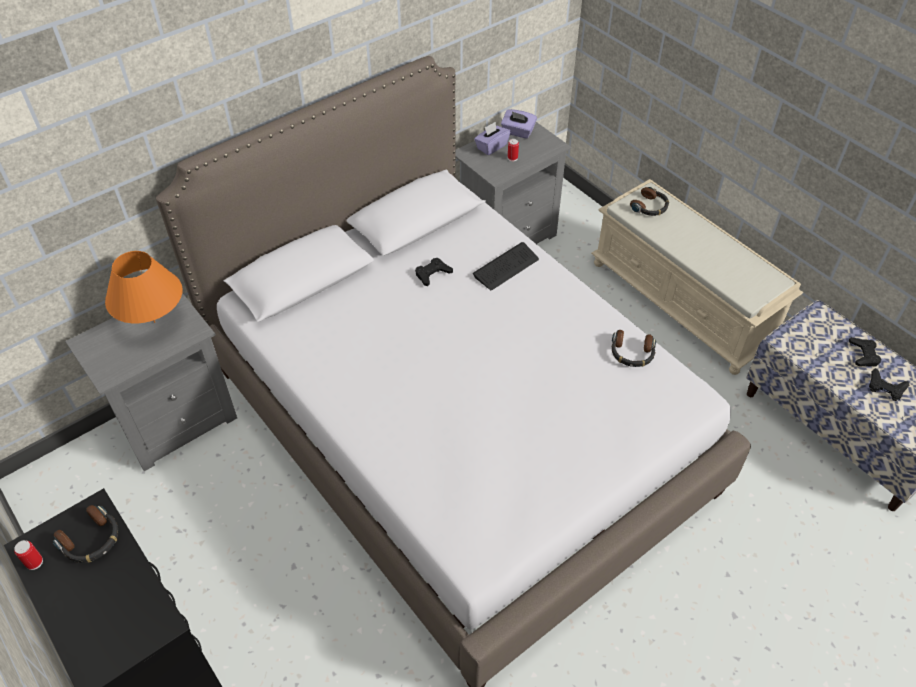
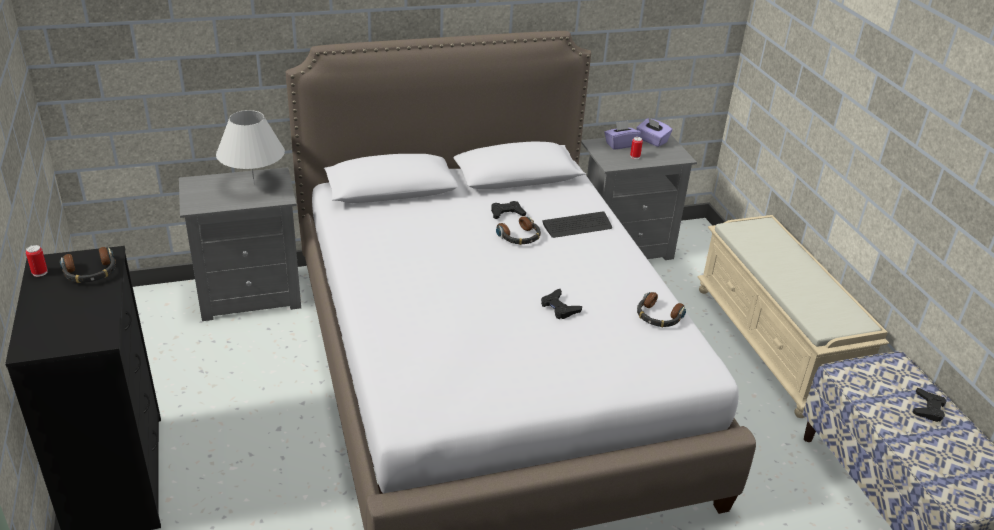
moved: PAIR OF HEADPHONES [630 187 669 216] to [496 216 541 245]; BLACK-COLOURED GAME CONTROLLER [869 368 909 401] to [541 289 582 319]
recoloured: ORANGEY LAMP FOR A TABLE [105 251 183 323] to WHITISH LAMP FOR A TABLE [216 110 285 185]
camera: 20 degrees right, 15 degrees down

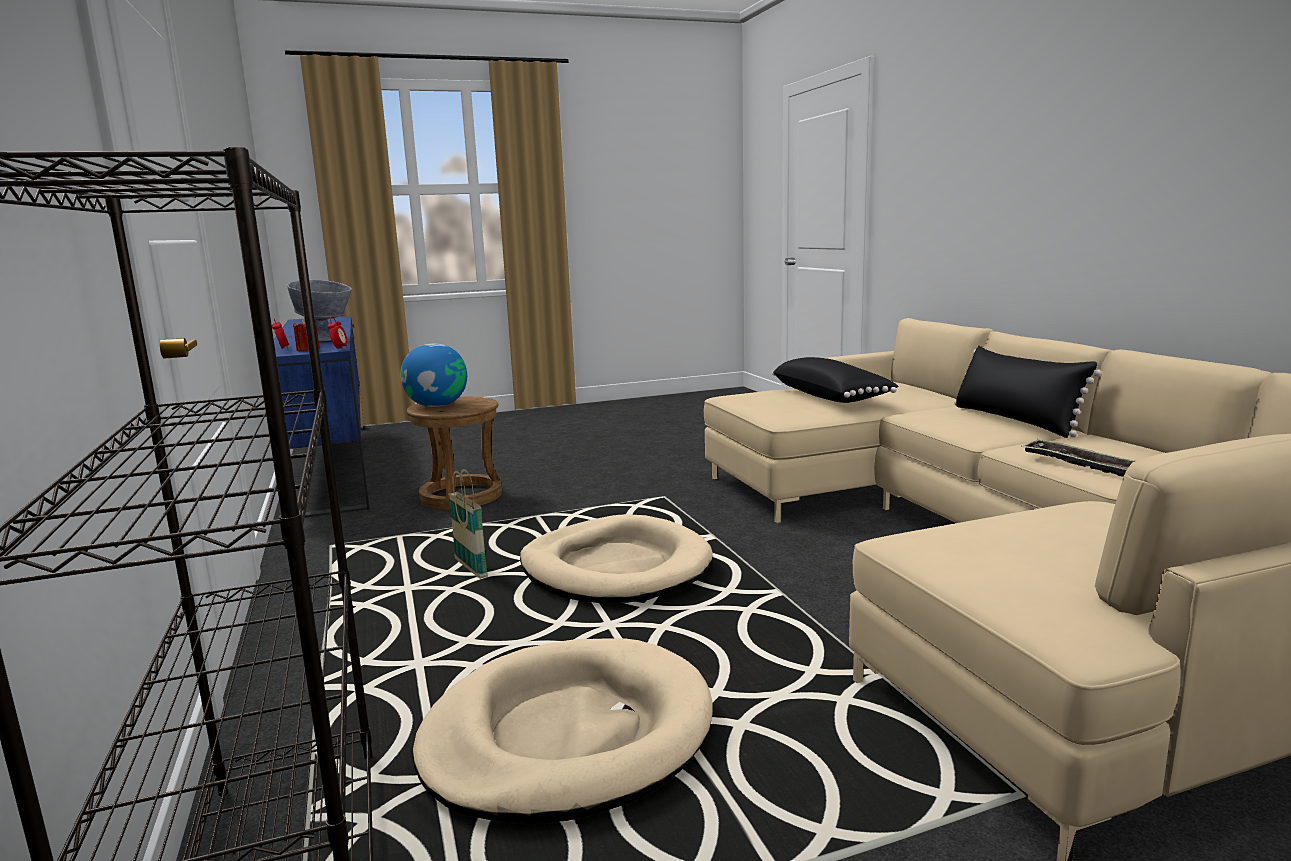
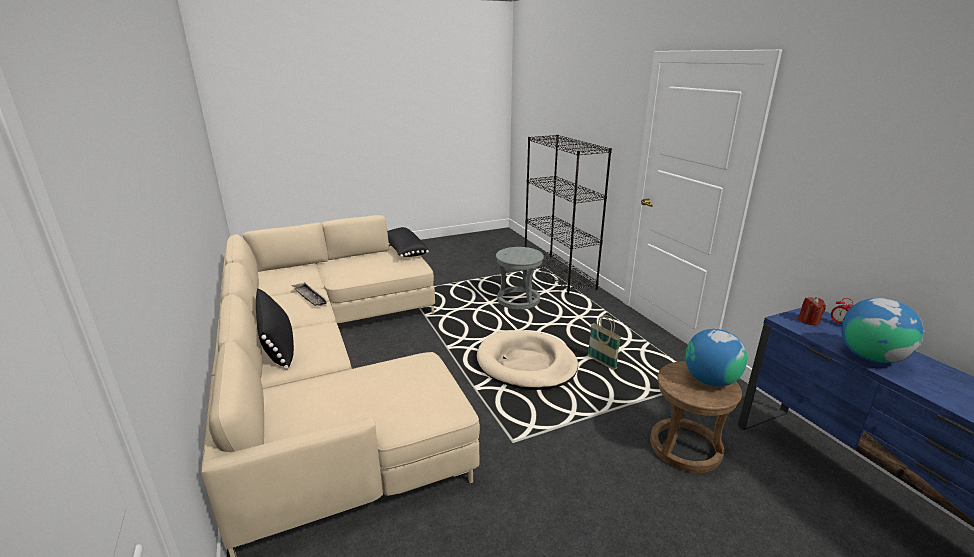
removed: BEDSIDE CLOCK [328 317 348 350]
moved: BLACK-COLOURED CUSHION [772 357 899 403] to [387 227 429 257]
replaced: GRAY SERVING BOWL [287 280 352 341] to WORLD GLOBE [841 298 923 363]; SAND-COLOURED DOG CUSHION [413 638 713 824] to GRAY SITTING STOOL [496 247 544 310]
camera: 175 degrees right, 10 degrees up

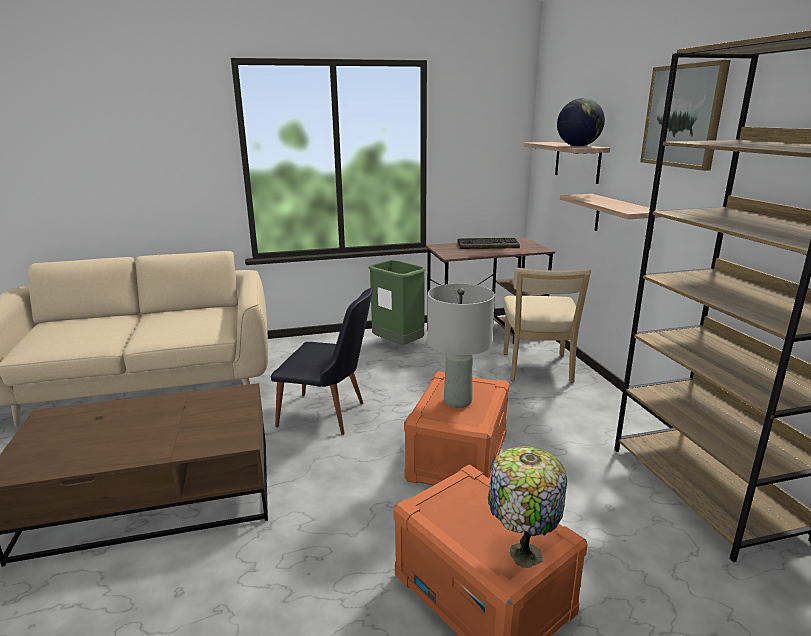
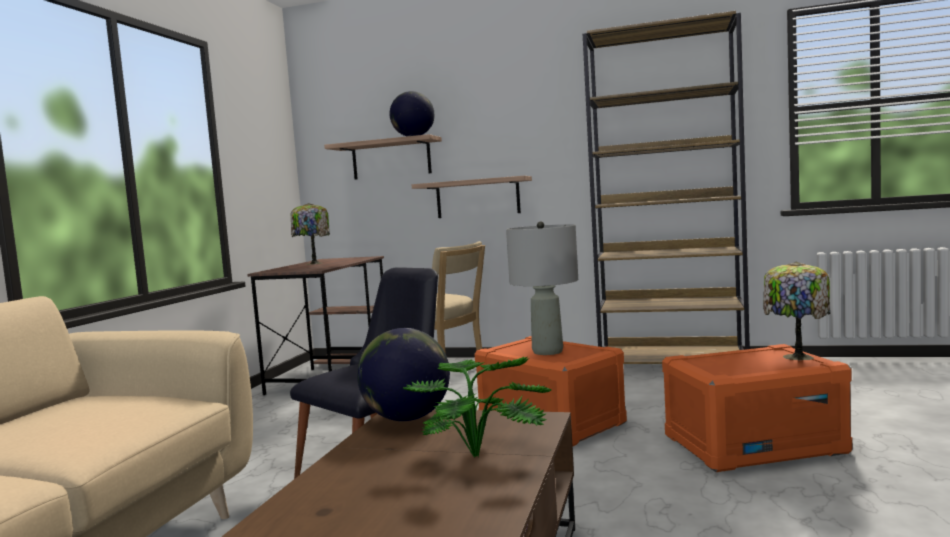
removed: GREEN-COLOURED WASTE BIN [369 260 426 345]; WALL PICTURE [640 60 731 171]
added: WORLD GLOBE [357 328 450 421]; POTTED PLANT [403 357 551 457]
replaced: PC KEYBOARD [457 238 520 249] to LAMP FOR A TABLE [290 203 330 265]
camera: 60 degrees left, 15 degrees down

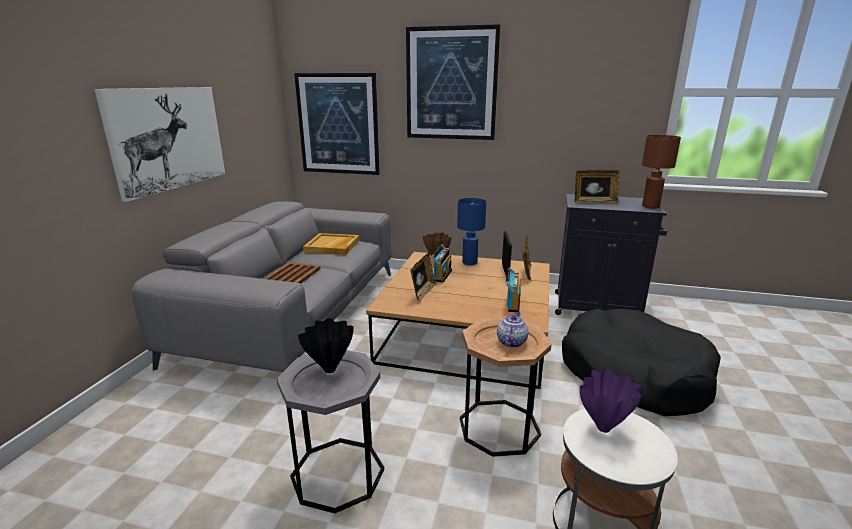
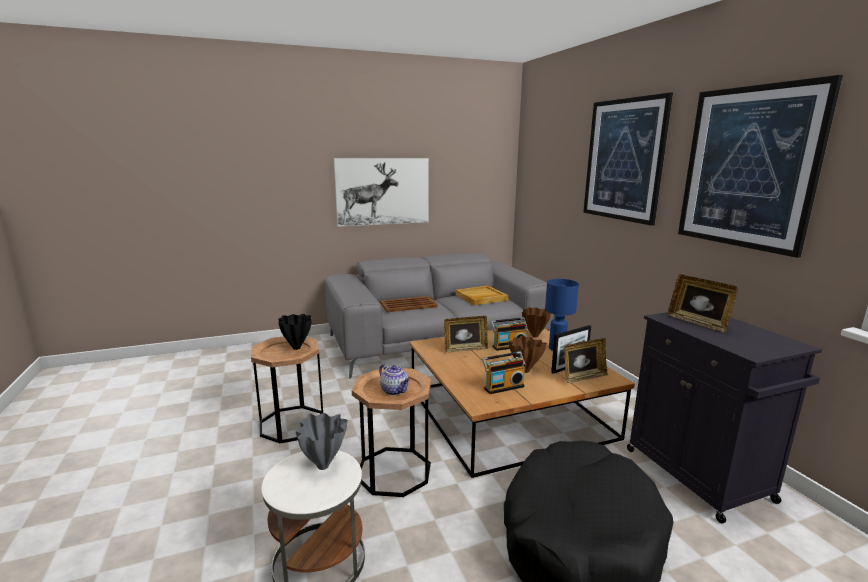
removed: BROWNISH LAMP FOR A TABLE [642 135 681 209]
added: BROWNISH FLOWER VASE [509 336 547 373]
moved: WALL PICTURE [294 73 380 175] to [678 75 843 258]
recoloured: GRAY END TABLE [277 350 384 513] to BROWNISH END TABLE [251 336 323 443]; PURPLE-COLOURED FLOWER VASE [580 369 642 433] to GRAY FLOWER VASE [295 413 347 470]
turned: POT FOR TEA [497 312 529 348] = [379 364 410 395] 60 degrees clockwise
camera: 55 degrees right, 5 degrees down

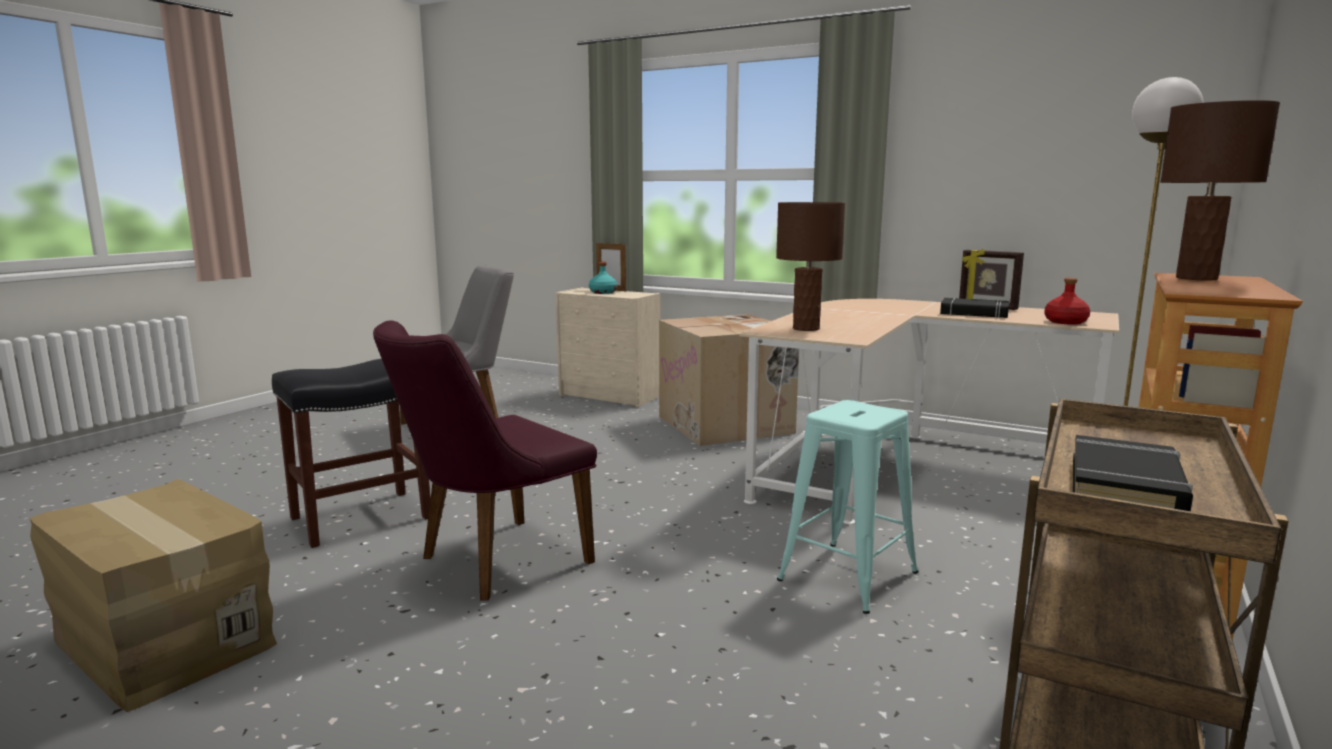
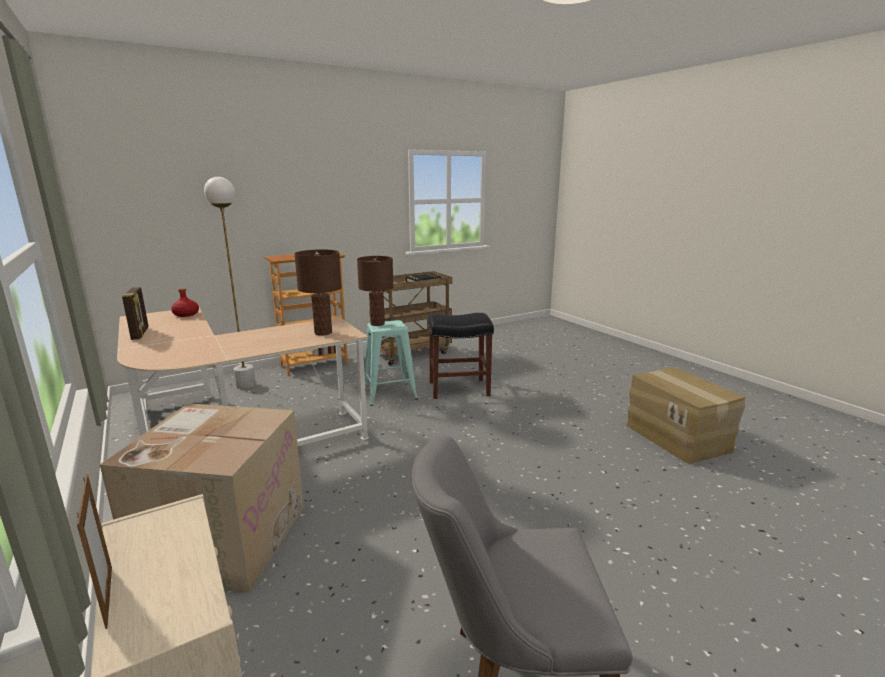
removed: PURPLE-COLOURED UPRIGHT CHAIR [373 320 597 601]; BLUE-GREEN BEVERAGE BOTTLE [589 262 617 294]; BLACK-COLOURED VOLUME [940 298 1009 318]
moved: BLACK-COLOURED SITTING STOOL [272 359 431 548] to [428 313 494 399]; BROWNISH LAMP FOR A TABLE [1160 100 1280 281] to [357 256 393 326]
camera: 150 degrees left, 5 degrees up

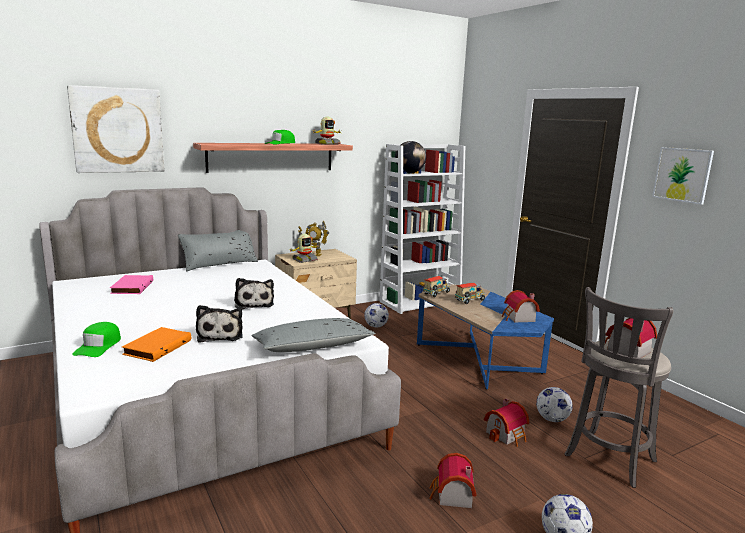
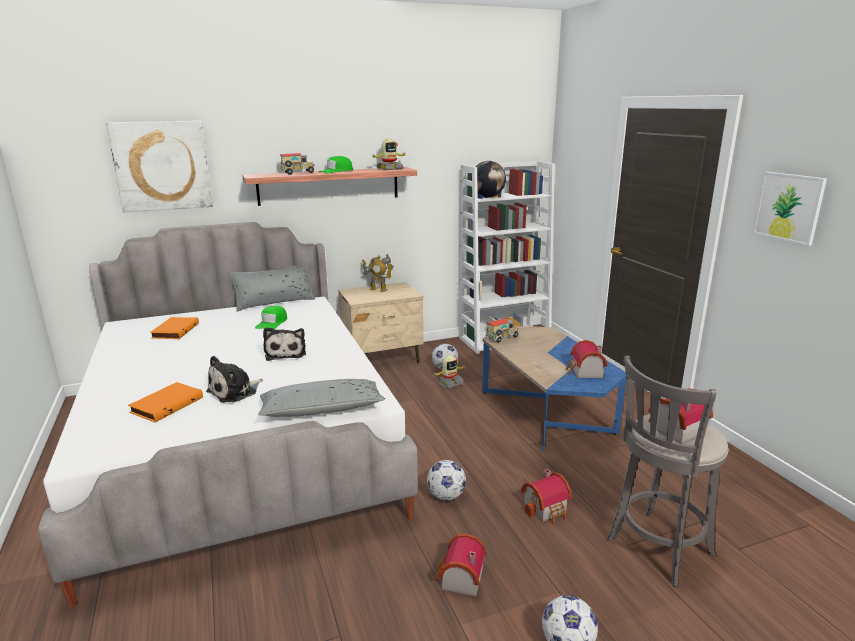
moved: GREEN-COLOURED PEAKED CAP [72 322 121 357] to [255 305 287 329]; ROBOT FIGURE [289 234 320 263] to [434 355 465 389]; TOY LORRY [454 283 487 304] to [280 153 315 175]; FOOTBALL [536 387 573 422] to [427 460 466 501]
recoloured: PINKISH VOLUME [110 275 153 294] to ORANGEY VOLUME [150 317 199 339]
turned: SOFT TOY [196 305 243 342] = [206 356 263 403] 45 degrees clockwise
camera: 10 degrees right, 5 degrees up

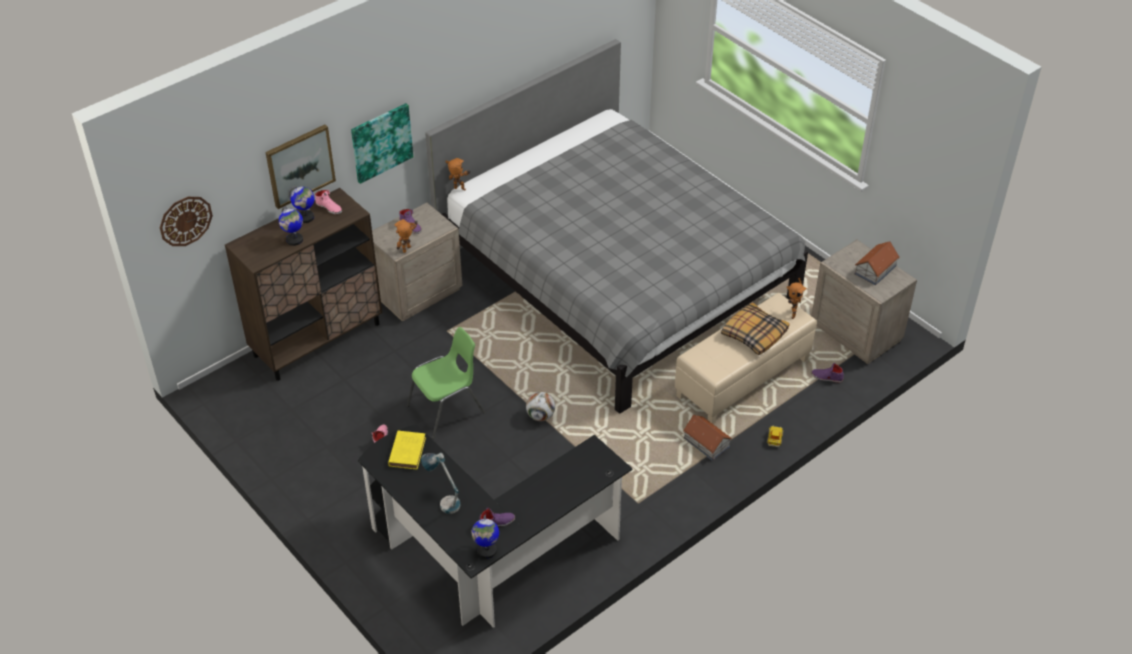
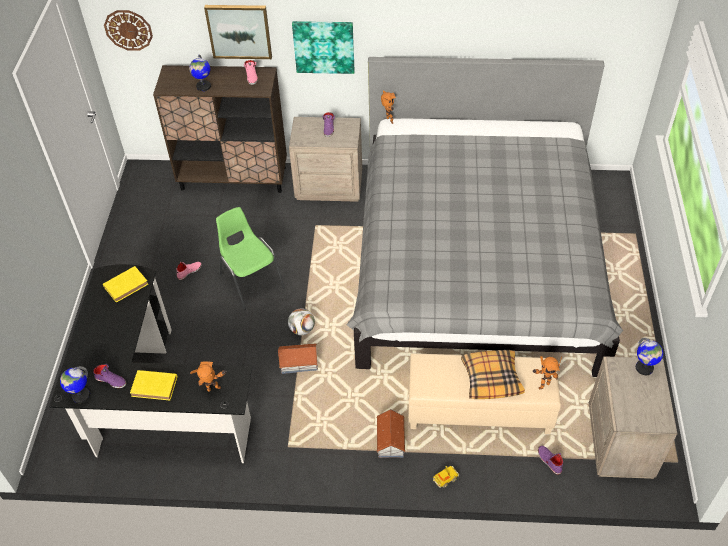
removed: LAMP FOR A TABLE [421 453 460 514]
added: YELLOWISH VOLUME [130 370 177 400]
moved: WORLD GLOBE [288 185 314 223] to [636 338 663 375]; ROBOT FIGURE [394 219 418 253] to [190 361 227 392]; TOY HOUSE [855 241 900 285] to [278 344 318 374]
turned: GREEN-COLOURED UPRIGHT CHAIR [407 327 485 439] = [216 207 285 309] 135 degrees counterclockwise
camera: 45 degrees right, 5 degrees up

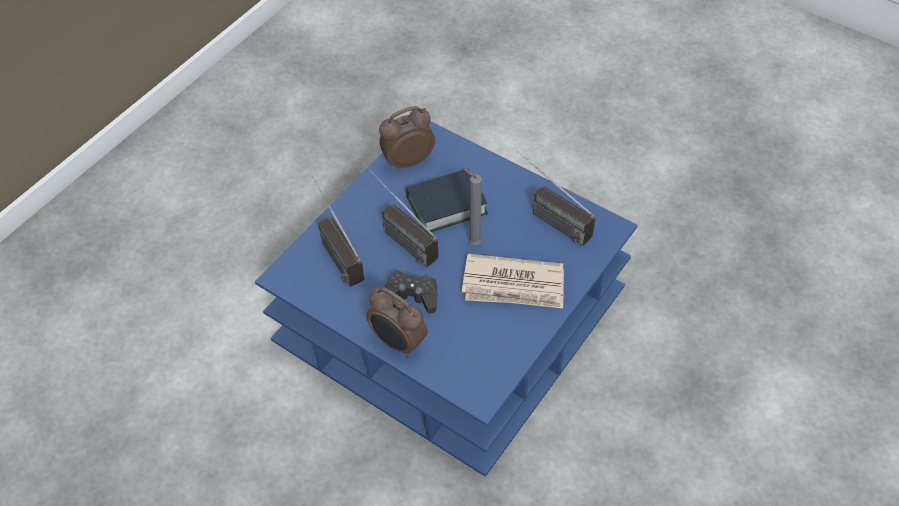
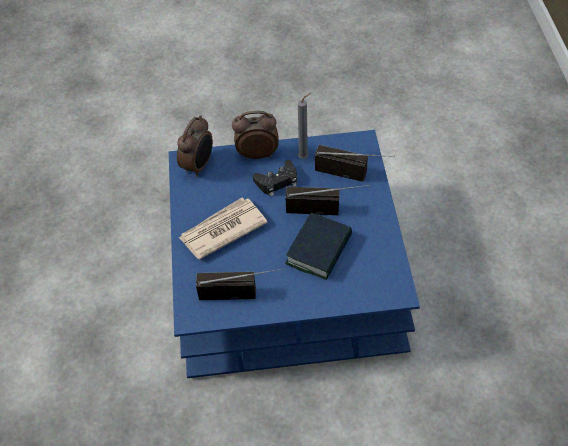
moved: BEDSIDE CLOCK [379 106 435 171] to [177 115 213 177]; GRAY CANDLE [464 168 482 245] to [298 93 311 159]
camera: 140 degrees right, 0 degrees up

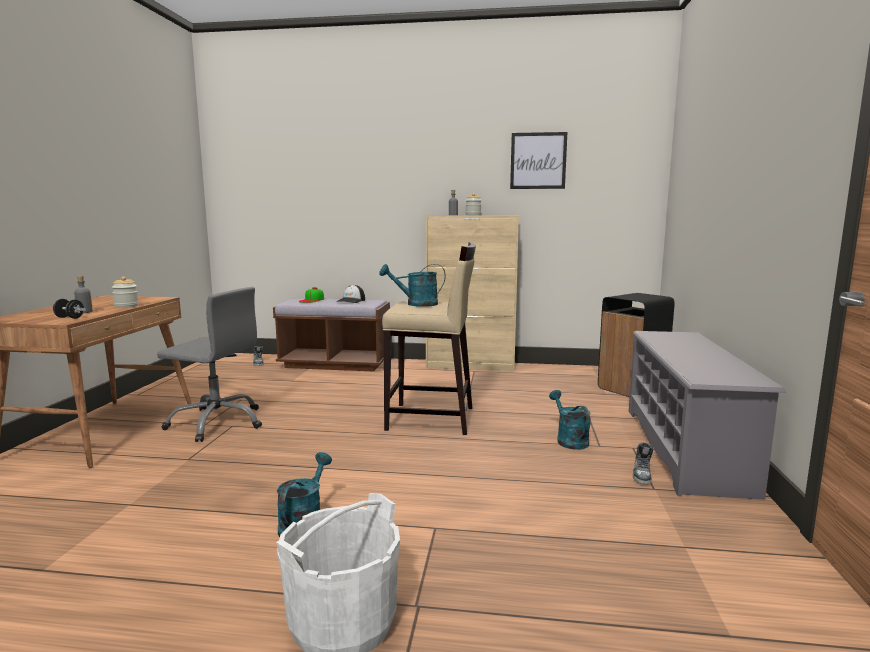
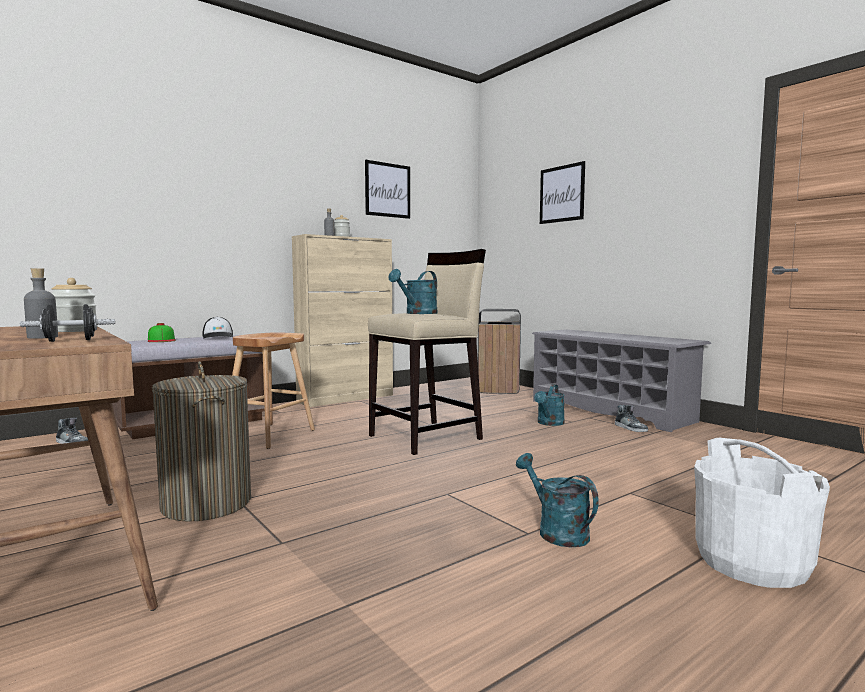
added: BROWNISH SITTING STOOL [232 332 315 449]; WALL PICTURE [540 161 585 224]
replaced: GRAY OFFICE CHAIR [157 287 262 442] to WASHING BASKET [152 361 251 522]
turned: BLUE-GREEN SPRINKLING CAN [549 390 591 450] = [534 384 565 426] 90 degrees counterclockwise
camera: 45 degrees left, 5 degrees down

